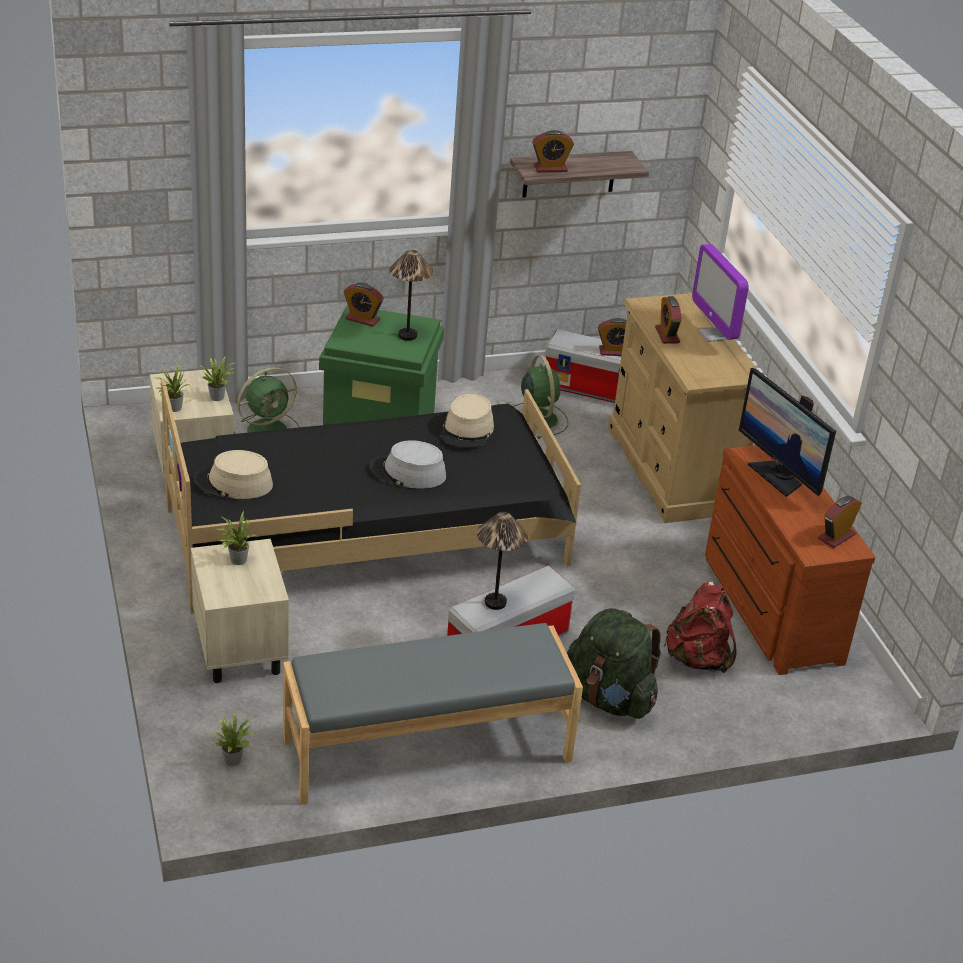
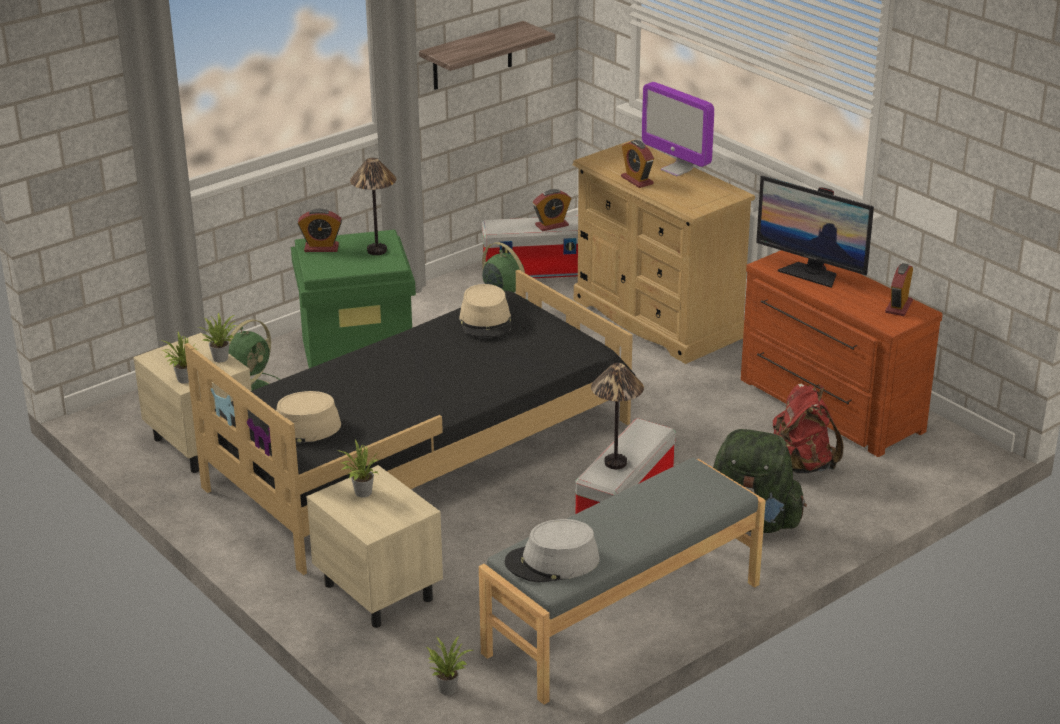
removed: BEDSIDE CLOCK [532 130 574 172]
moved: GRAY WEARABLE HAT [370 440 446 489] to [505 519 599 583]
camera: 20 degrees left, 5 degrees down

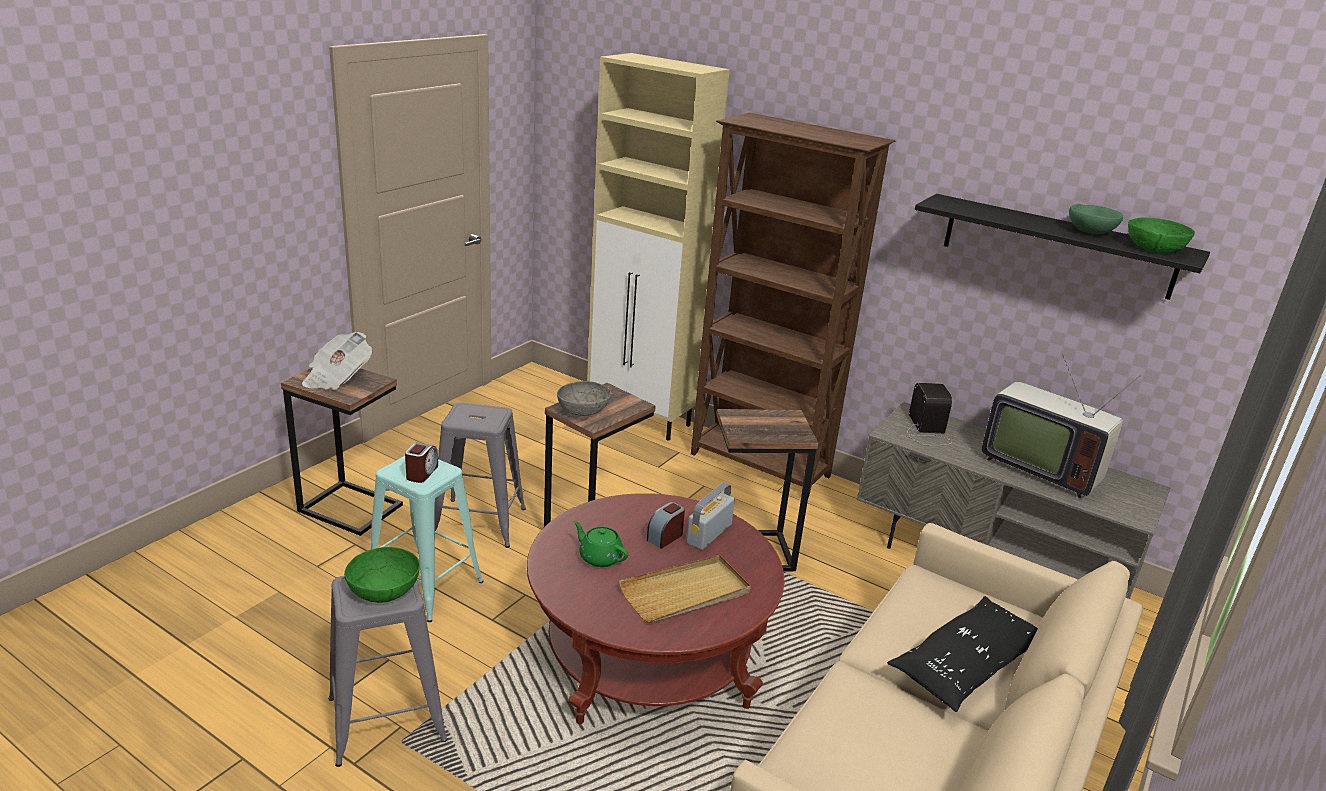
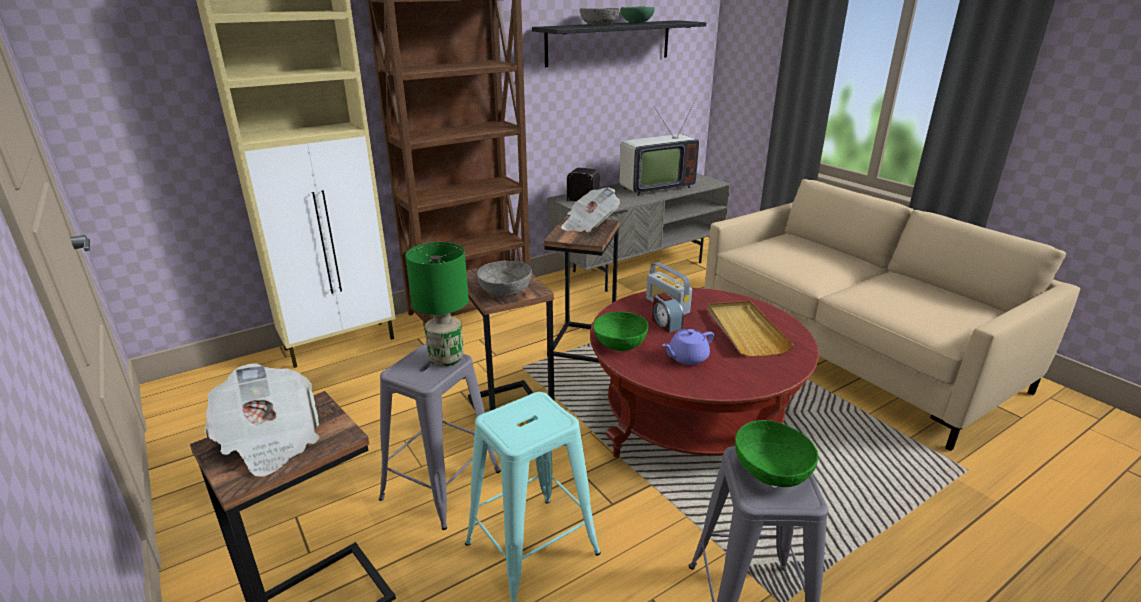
removed: BEDSIDE CLOCK [405 442 438 483]; BLACK-COLOURED CUSHION [887 596 1038 712]
added: GREEN-COLOURED LAMP FOR A TABLE [405 242 469 367]; PRINTED PAPER [561 188 620 232]; GRAY SERVING BOWL [580 8 620 25]
moved: GREEN-COLOURED SERVING BOWL [1128 218 1195 253] to [593 312 648 351]
recoloured: GREEN-COLOURED POT FOR TEA [573 521 629 567] to PURPLE-COLOURED POT FOR TEA [662 329 714 365]
camera: 65 degrees left, 0 degrees up

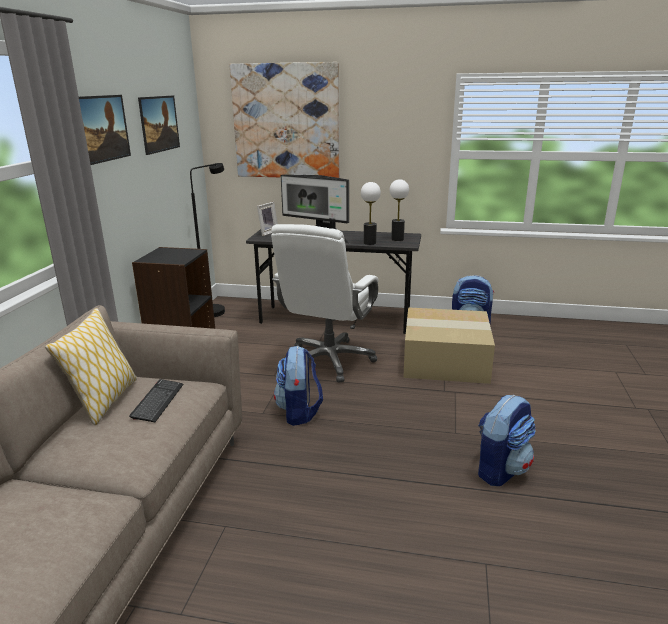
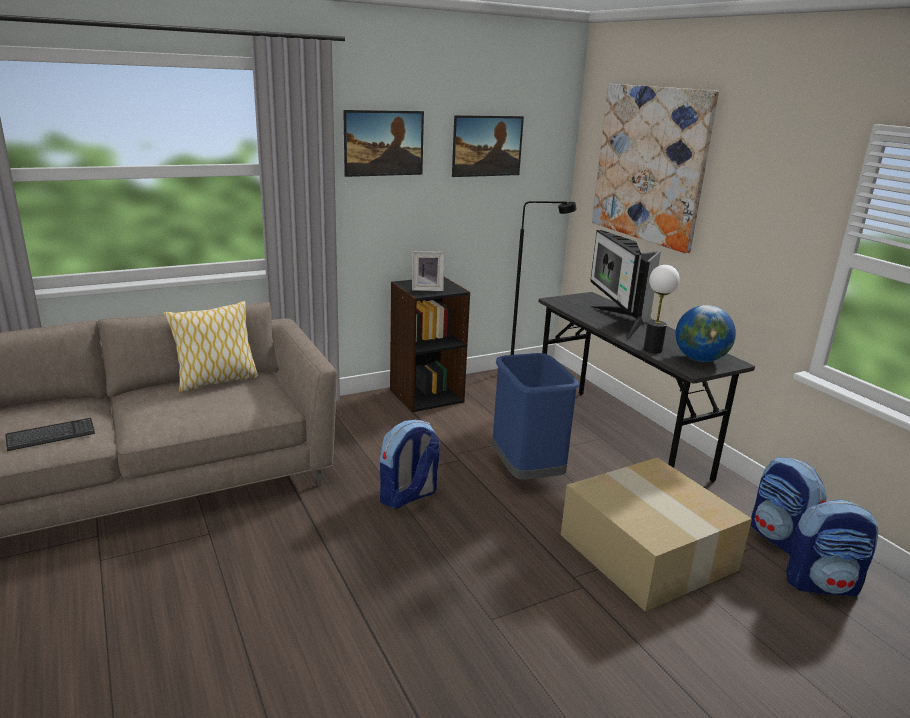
moved: PC KEYBOARD [129 379 183 422] to [6 418 95 451]; STANDING FRAME [257 202 278 236] to [412 251 445 291]; RUCKSACK [478 395 536 486] to [786 500 878 597]
replaced: WHITISH OFFICE CHAIR [271 224 379 382] to BLUE-COLOURED WASTE BIN [492 353 579 480]; LAMP FOR A TABLE [390 179 409 241] to WORLD GLOBE [676 305 736 362]
camera: 50 degrees right, 0 degrees up

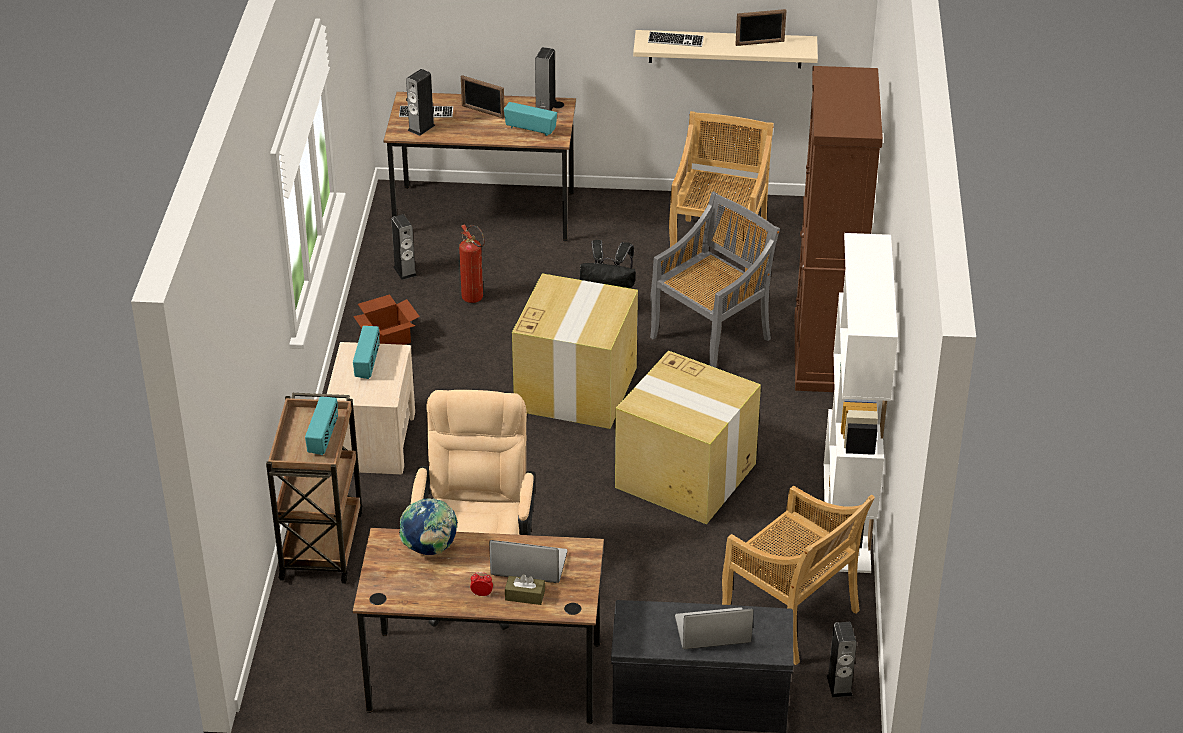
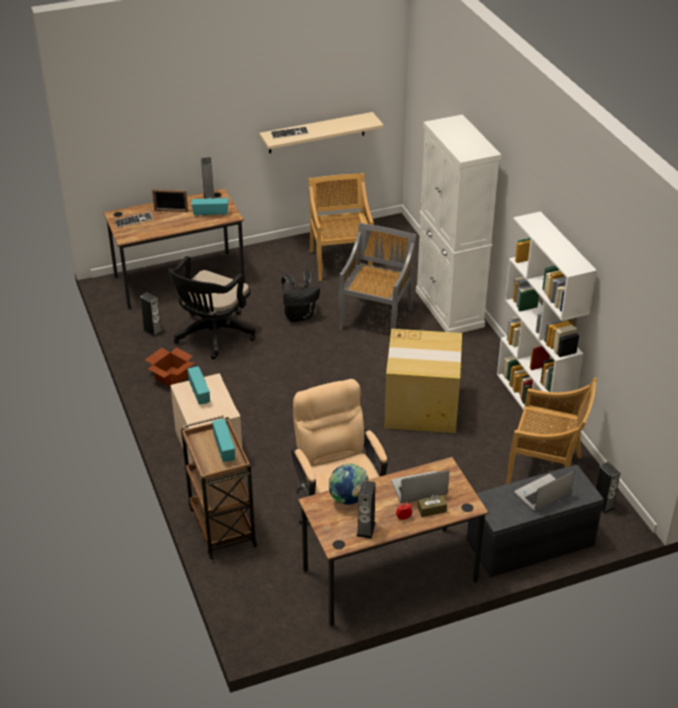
removed: CARTON [512 273 638 429]; STANDING FRAME [735 9 786 46]
moved: SPEAKER [406 69 436 136] to [356 480 376 539]
replaced: FIRE-FIGHTING CYLINDER [459 224 485 303] to BLACK-COLOURED OFFICE CHAIR [168 256 256 359]
recoloured: BROWNISH STORAGE CABINET [795 66 883 392] to WHITISH STORAGE CABINET [416 114 501 333]
camera: 25 degrees left, 0 degrees up

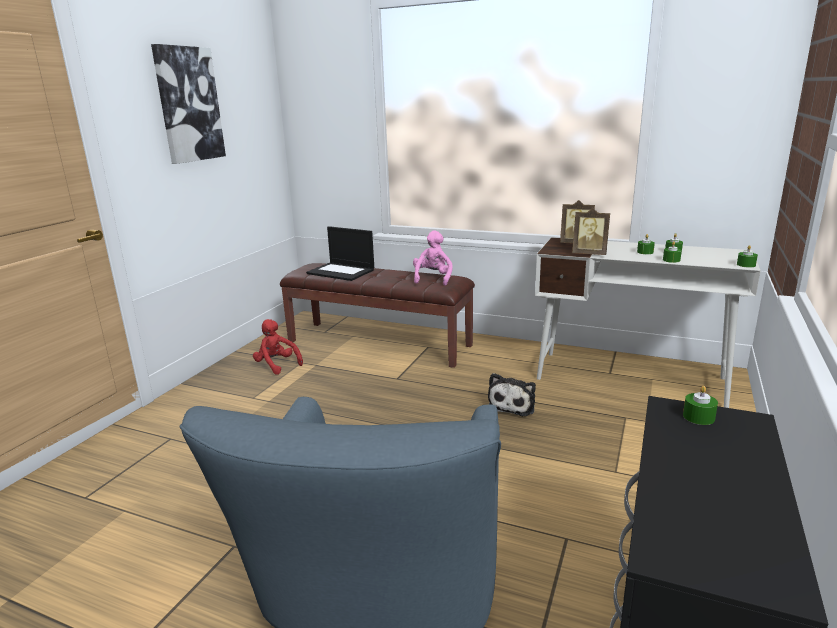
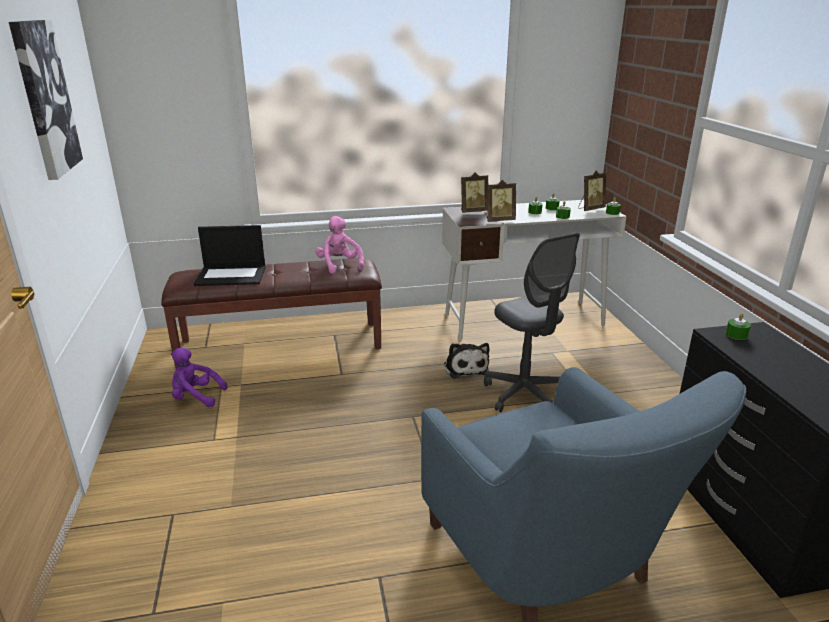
added: GRAY OFFICE CHAIR [484 233 580 413]; STANDING FRAME [578 171 606 211]
recoloured: REDDISH SOFT TOY [253 319 303 375] to PURPLE-COLOURED SOFT TOY [171 348 227 407]
camera: 35 degrees left, 5 degrees up

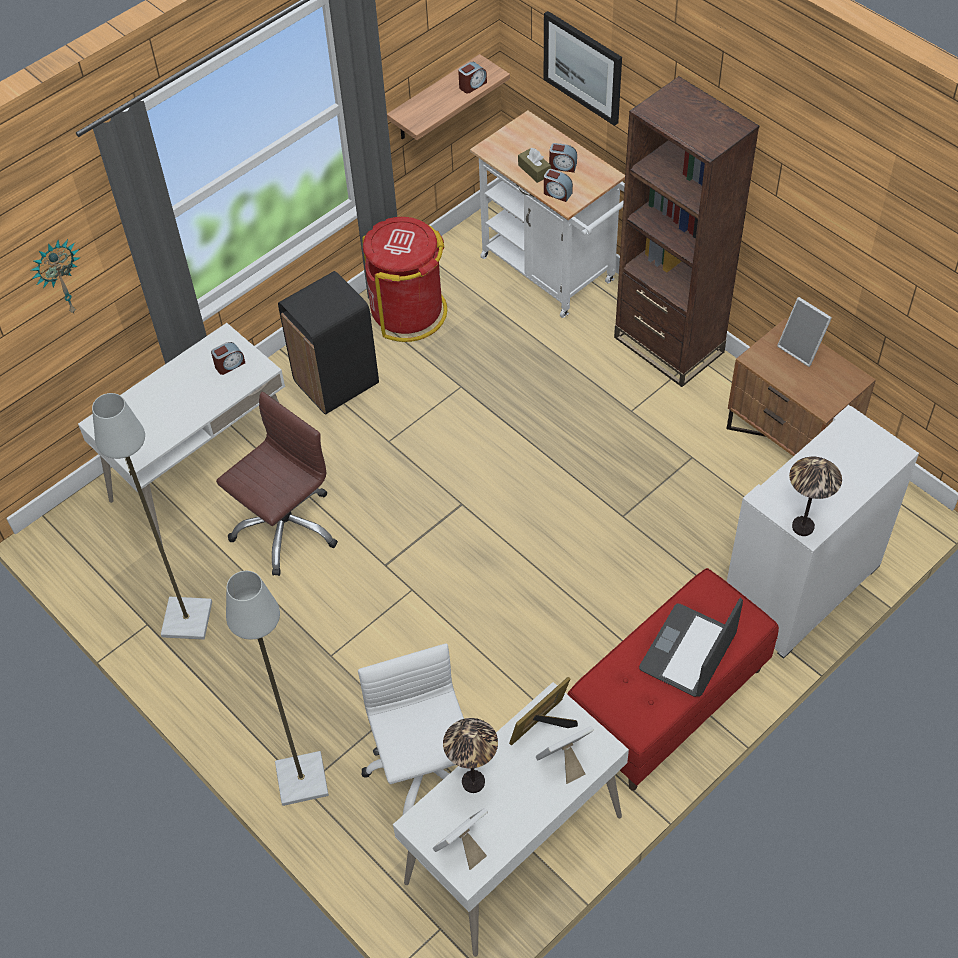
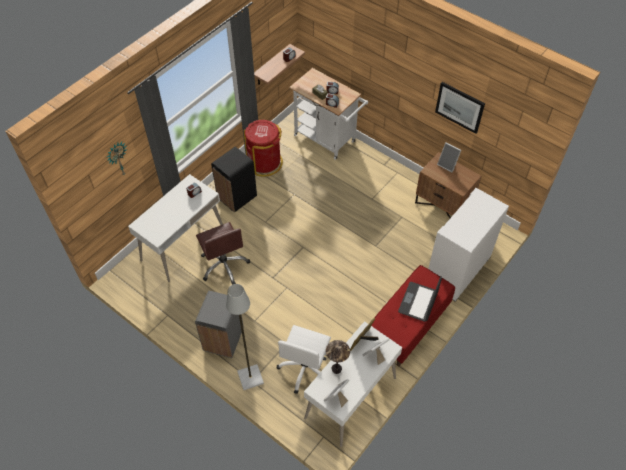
removed: GRAY FLOOR LAMP [92 393 212 640]; BROWNISH BOOKCASE [614 76 759 387]; LAMP FOR A TABLE [789 457 842 536]
added: GRAY WASTE BIN [195 291 244 358]
moved: WALL PICTURE [544 11 622 126] to [435 82 485 134]
turned: BROWNISH OFFICE CHAIR [216 392 338 576] = [196 222 250 285] 120 degrees clockwise; WHITISH OFFICE CHAIR [358 644 464 816] = [277 325 331 394] 135 degrees counterclockwise
camera: 10 degrees left, 0 degrees up

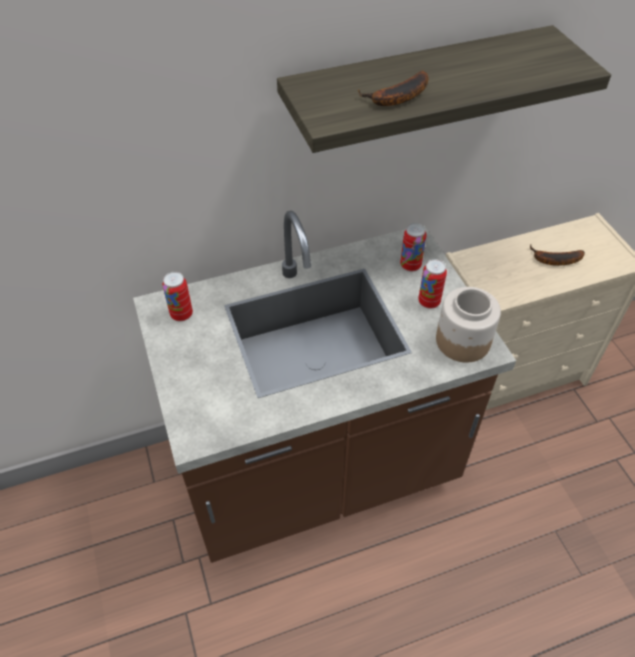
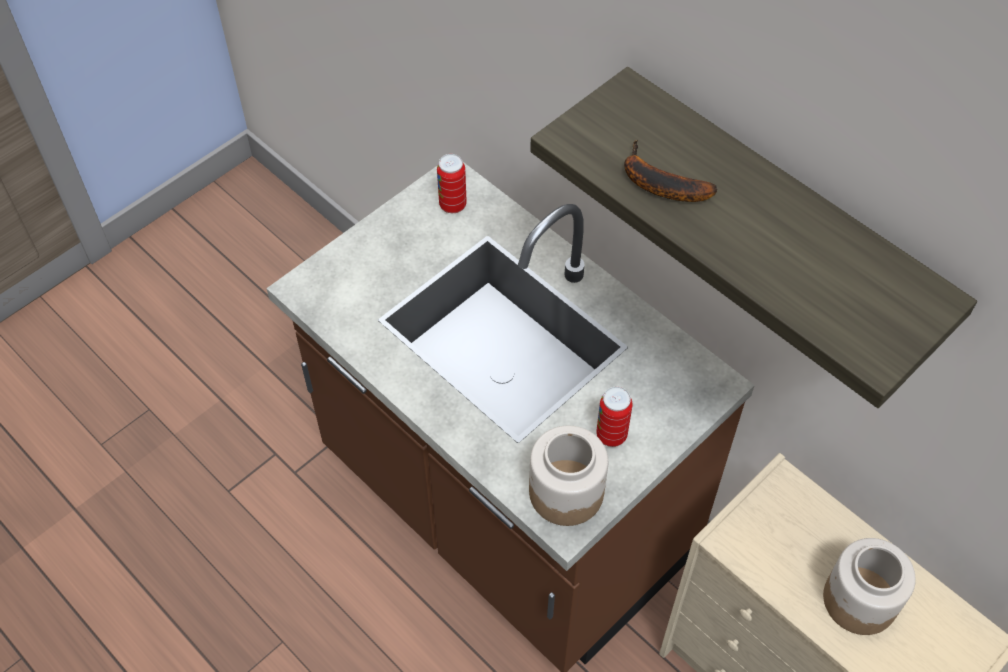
removed: METAL CAN [400 223 427 272]
replaced: WHOLE BANANA [530 244 585 266] to STORAGE JAR [823 538 916 635]
camera: 65 degrees right, 5 degrees up

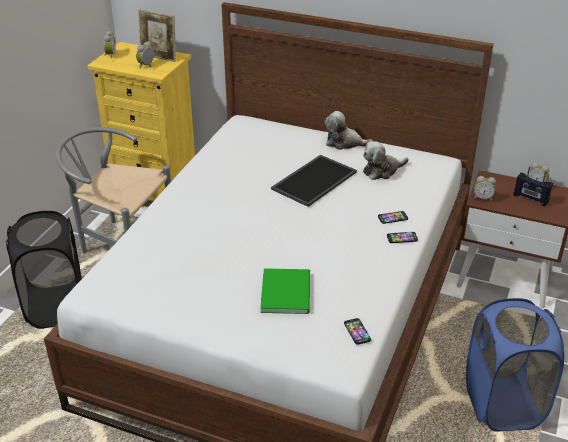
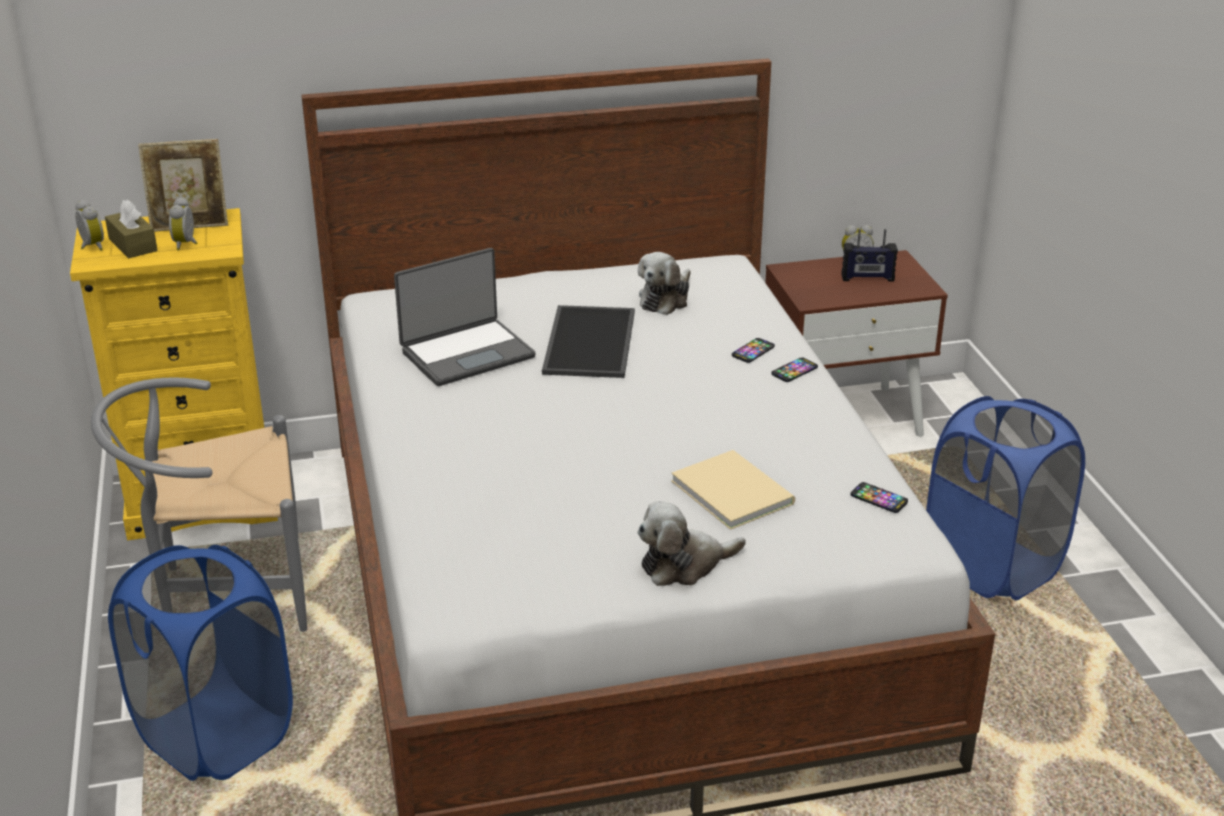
removed: BEDSIDE CLOCK [474 176 496 201]
added: BROWNISH TISSUE BOX [105 200 158 258]; PORTABLE COMPUTER [394 248 535 386]
moved: SOFT TOY [324 111 373 150] to [637 501 746 586]
recoloured: BLACK-COLOURED WASHING BASKET [6 211 82 329] to BLUE-COLOURED WASHING BASKET [108 545 293 781]; GREEN-COLOURED VOLUME [260 268 310 314] to SAND-COLOURED VOLUME [671 450 795 530]
camera: 35 degrees left, 5 degrees down

